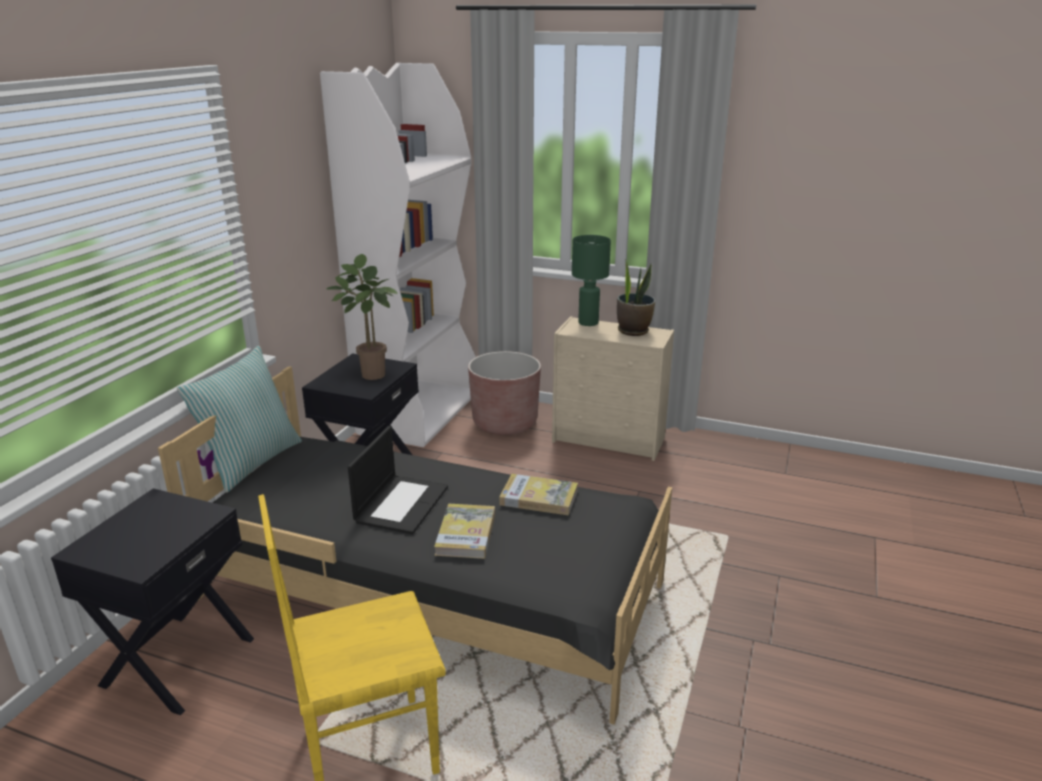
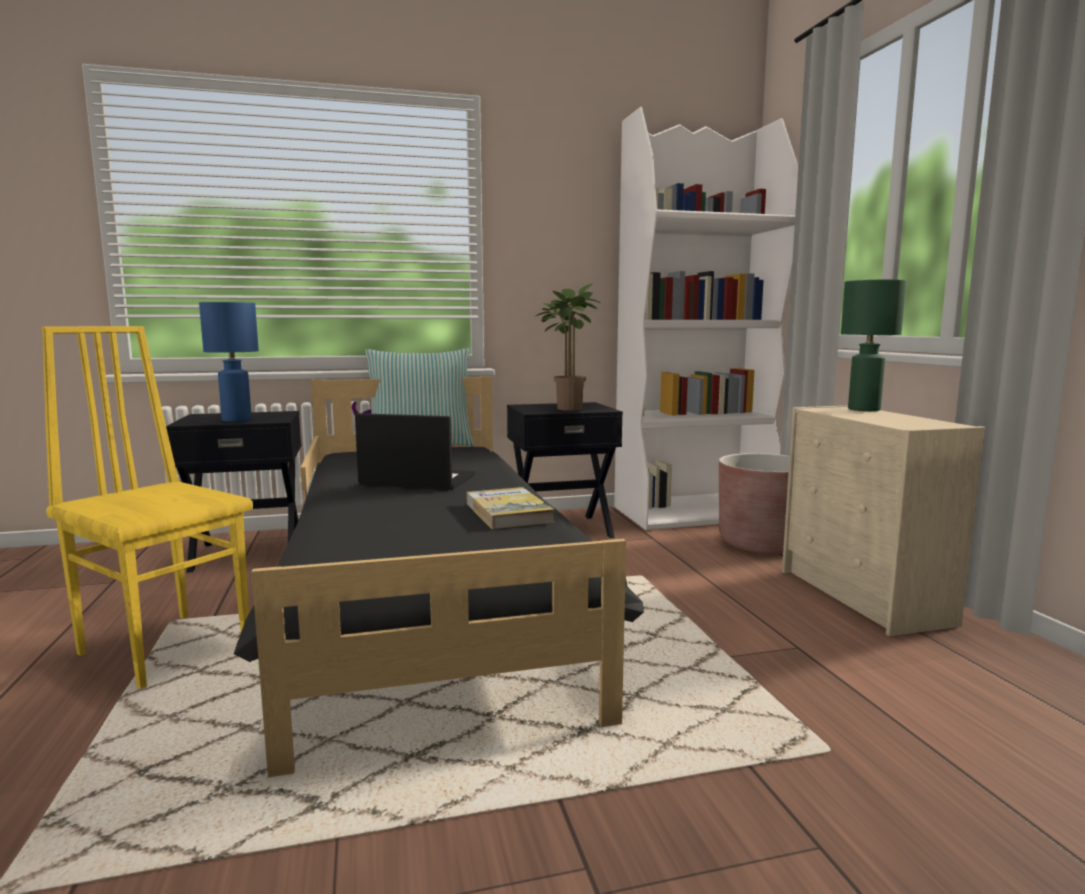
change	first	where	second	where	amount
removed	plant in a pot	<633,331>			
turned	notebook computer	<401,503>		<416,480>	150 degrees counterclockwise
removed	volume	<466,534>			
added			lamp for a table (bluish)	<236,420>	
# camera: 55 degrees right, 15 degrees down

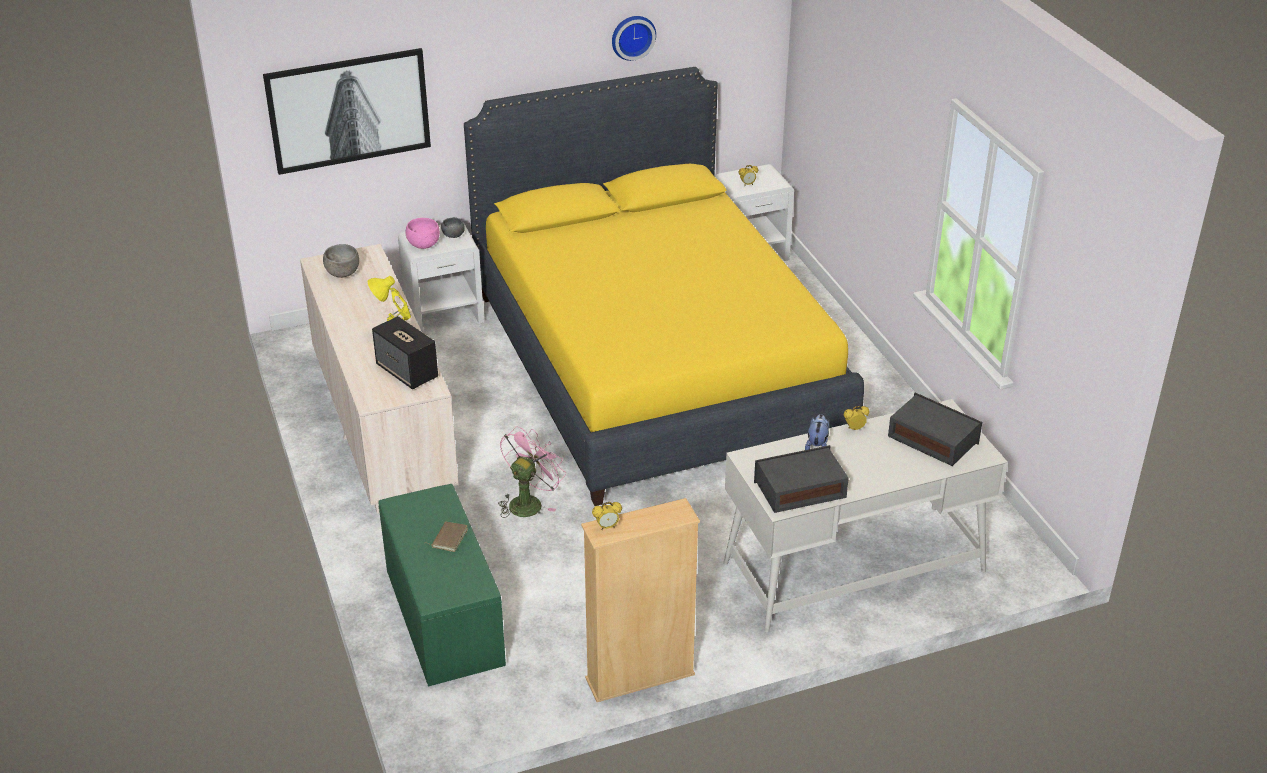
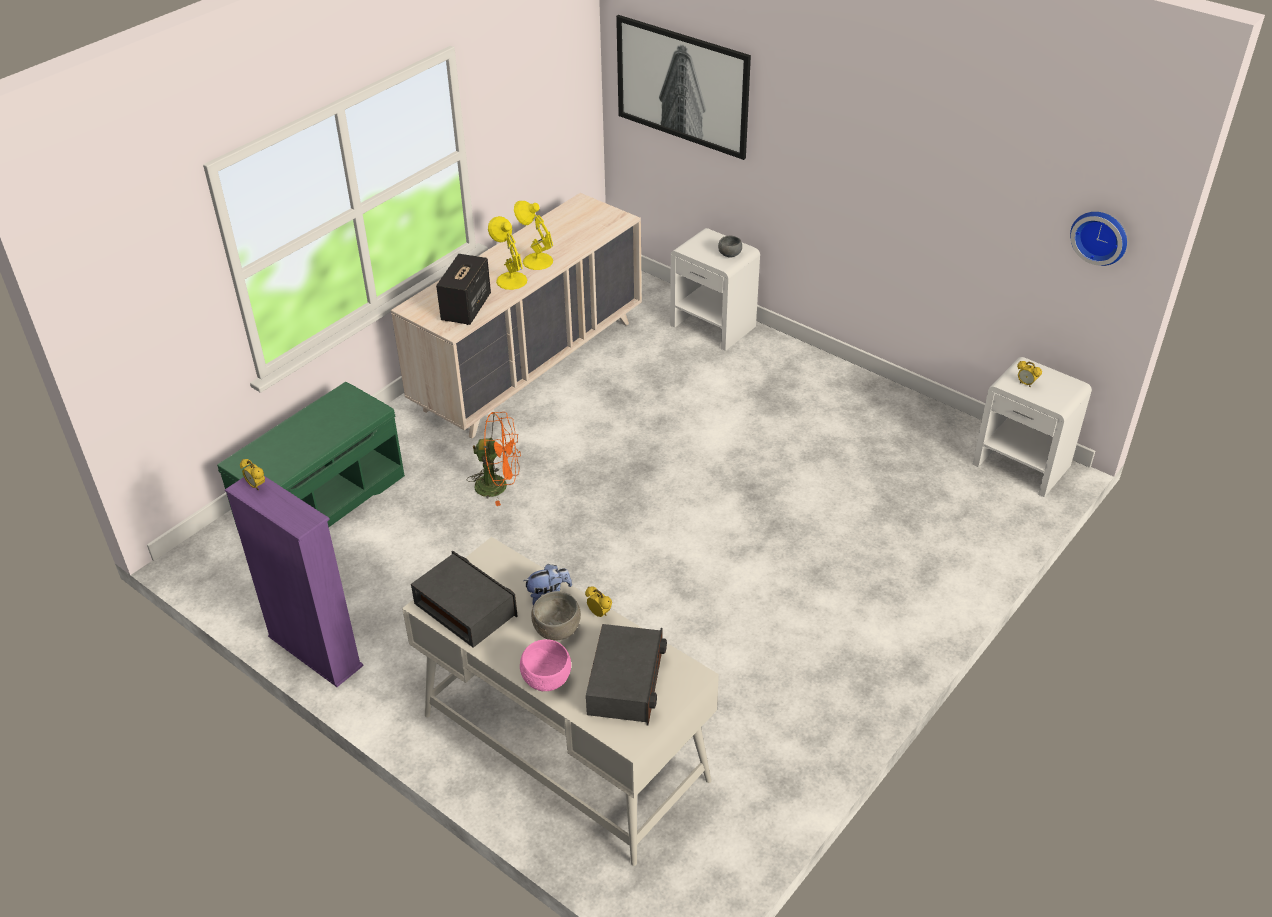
change	first	where	second	where	amount
moved	clock on the wall	<632,36>		<1100,236>	
removed	bed (yellow)	<655,365>			
moved	bowl (pink-coloured)	<423,245>		<546,680>	
moved	bowl (grey)	<342,273>		<556,630>	
recoloured	fan (pink-coloured)	<529,502>	fan (orange-coloured)	<498,486>	
recoloured	shelving unit (beige)	<640,677>	shelving unit (purple-coloured)	<315,651>	
removed	volume (brown)	<448,538>			
added			lamp for a table (yellow)	<536,261>	
# camera: 60 degrees right, 5 degrees up

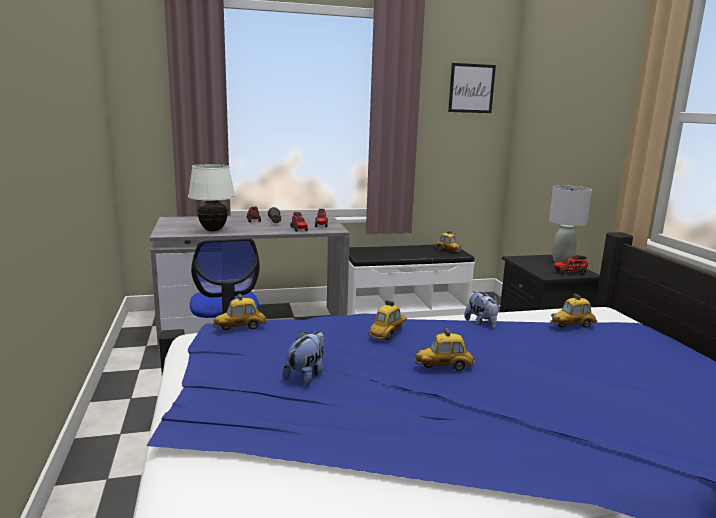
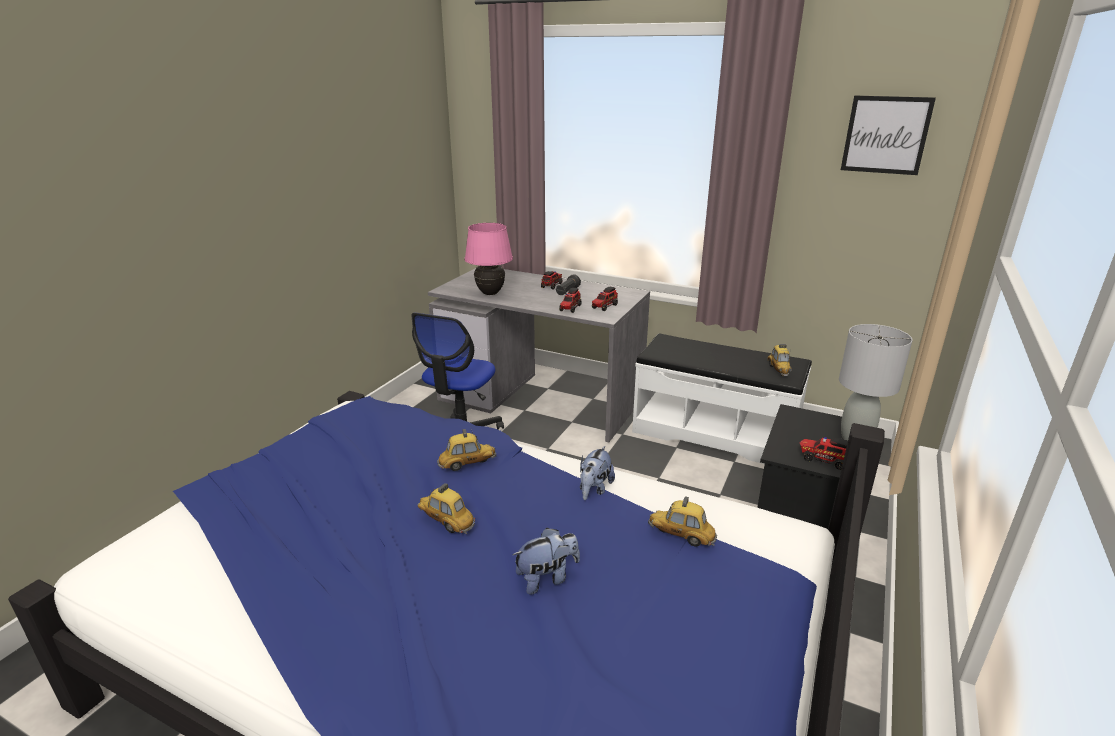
change	first	where	second	where	amount
recoloured	lamp for a table (white-coloured)	<213,230>	lamp for a table (pink-coloured)	<490,293>	
removed	toy car	<240,327>			
moved	soft toy	<306,375>		<547,578>	
# camera: 40 degrees right, 10 degrees up

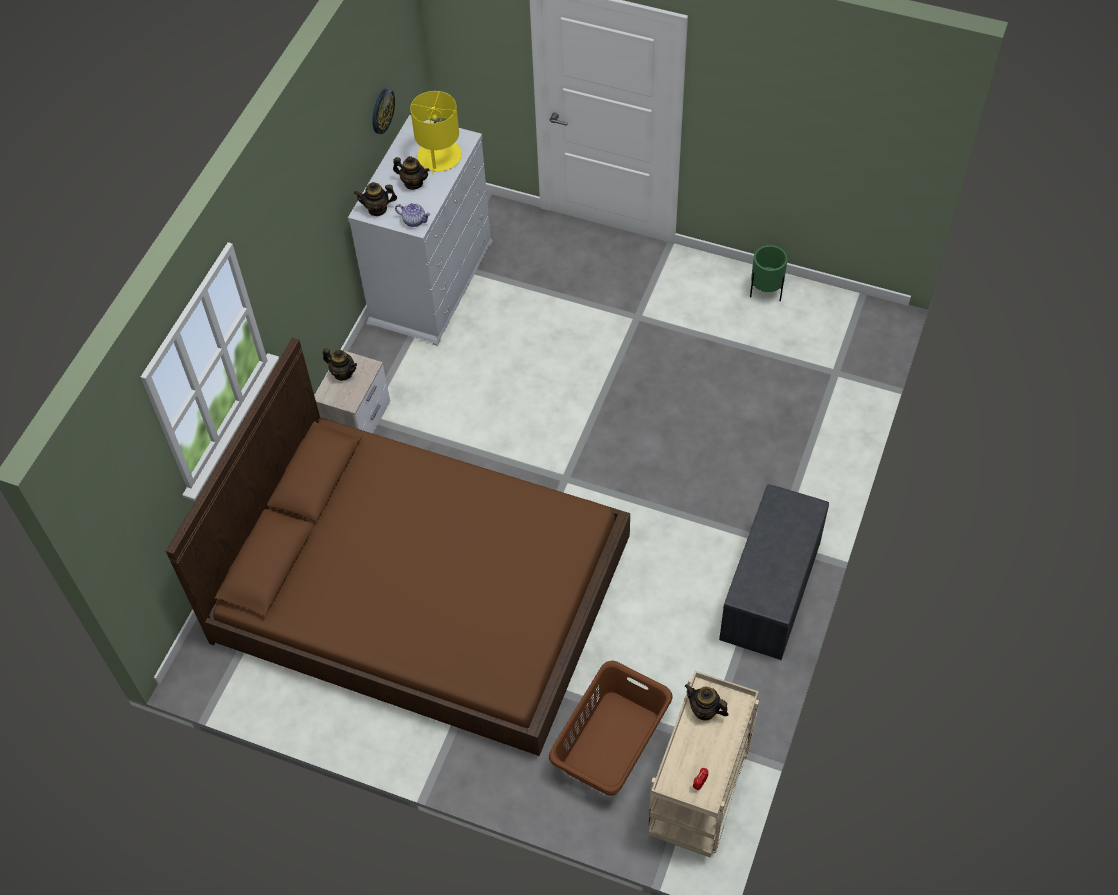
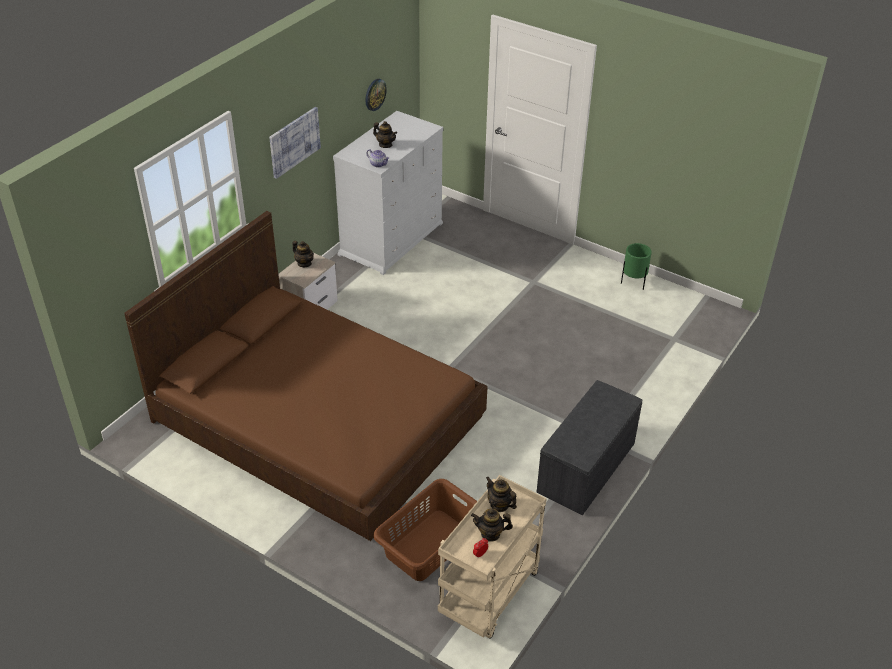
change	first	where	second	where	amount
removed	lamp for a table (yellow)	<439,156>			
moved	teapot	<377,209>		<490,534>	
added			wall picture	<294,142>	
# camera: 10 degrees right, 15 degrees down

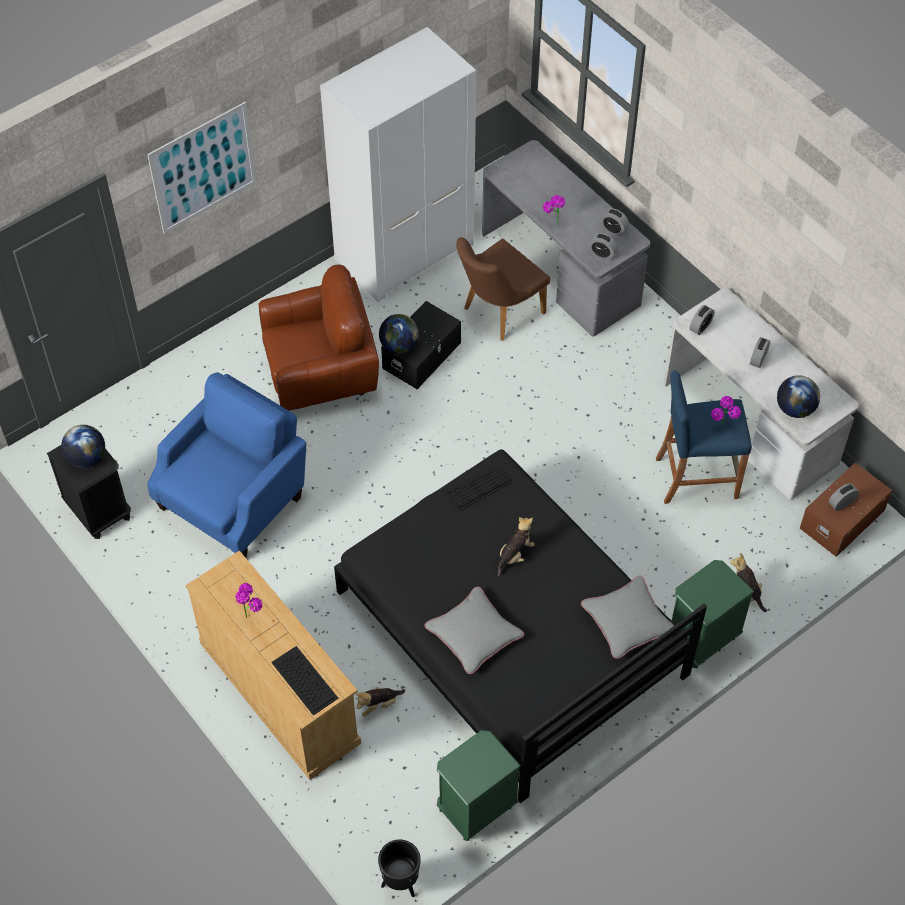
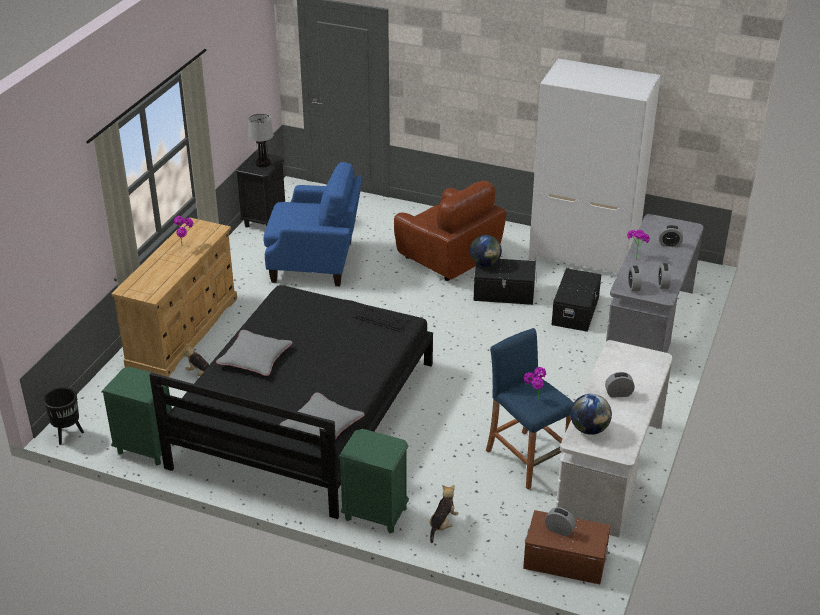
change	first	where	second	where	amount
removed	wall picture	<203,168>			
replaced	plain chair (brown)	<497,313>	storage bin (blackish)	<576,311>	
moved	alarm clock	<700,327>		<669,244>	
replaced	globe	<86,458>	lamp for a table	<262,163>	
removed	soft toy	<515,554>			
removed	PC keyboard	<304,680>			
# camera: 60 degrees right, 20 degrees down

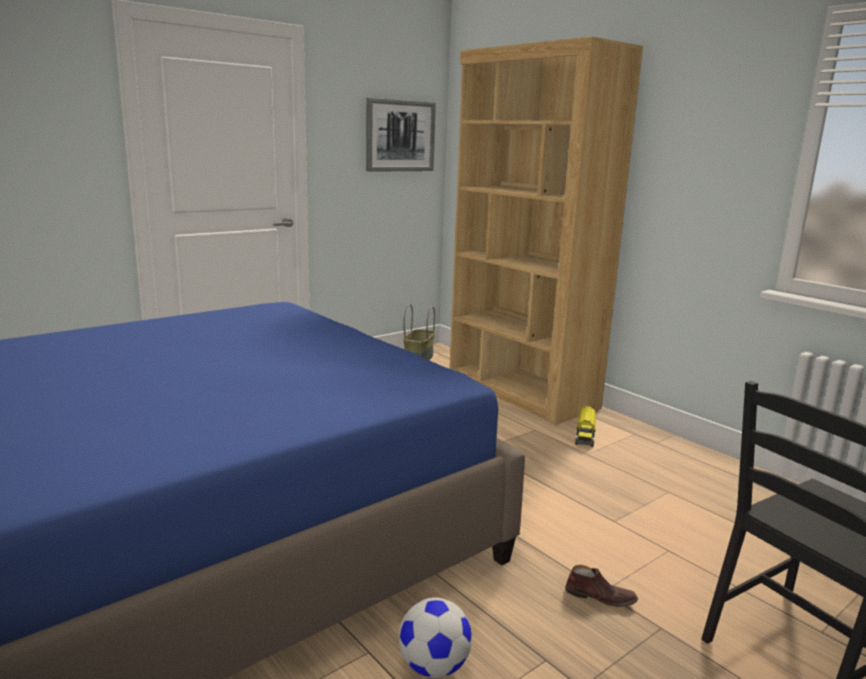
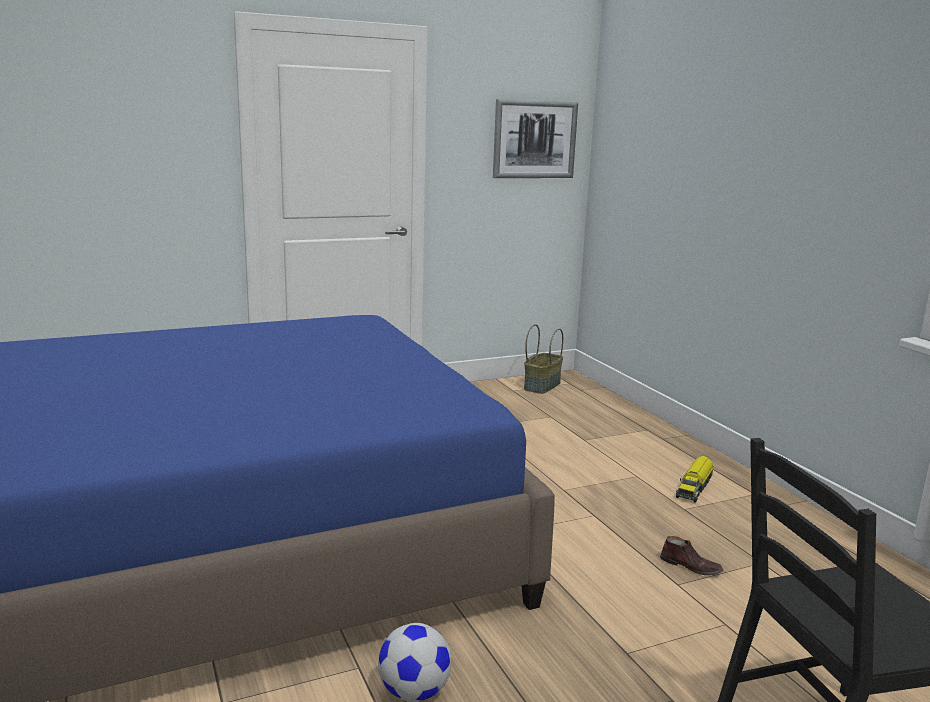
change	first	where	second	where	amount
removed	shelving unit (brown)	<520,392>			
moved	shoe (brown)	<600,597>		<690,566>	
# camera: 15 degrees right, 0 degrees up

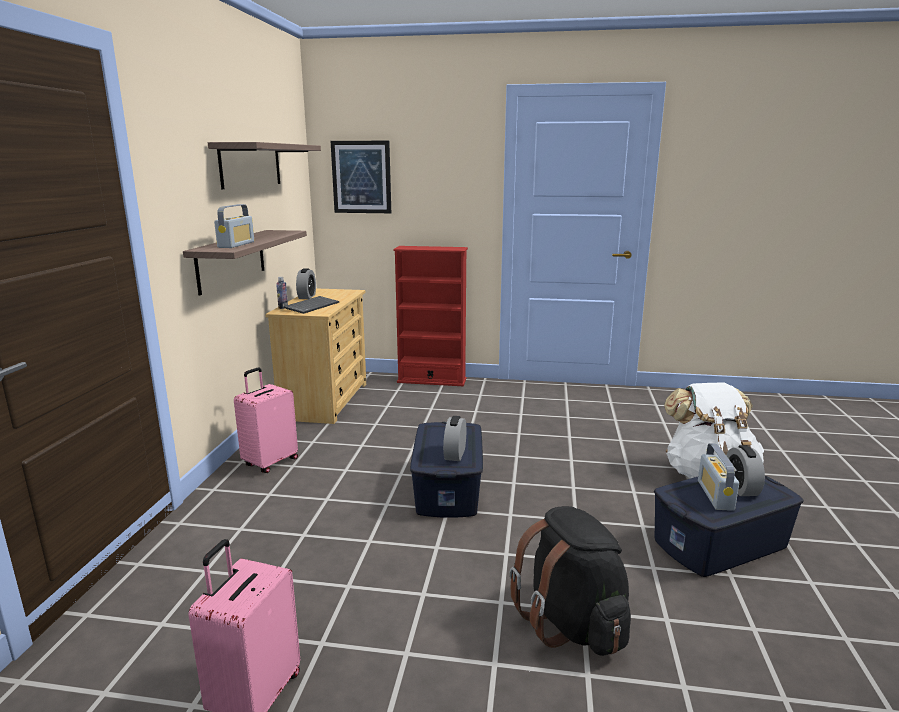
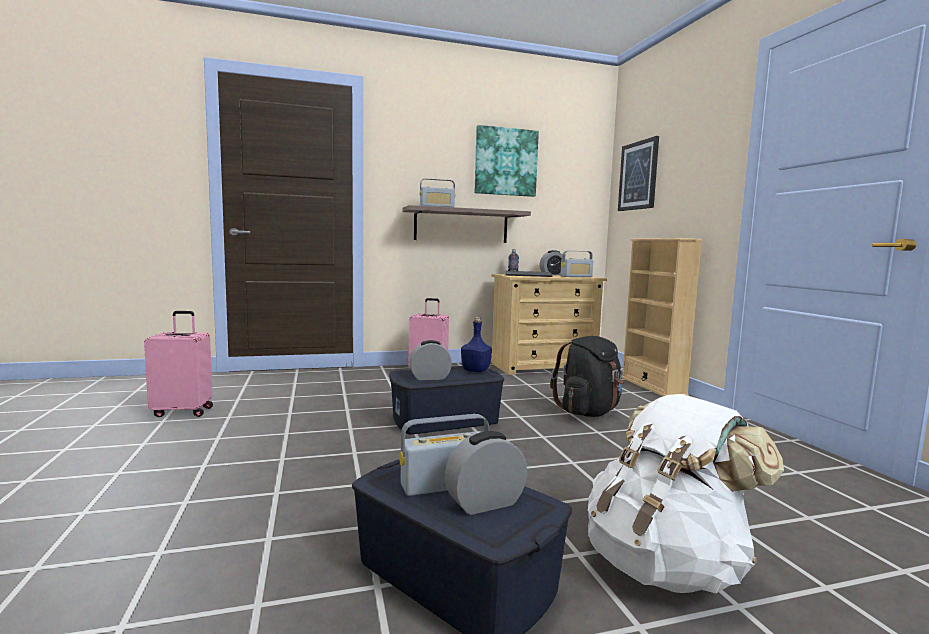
change	first	where	second	where	amount
replaced	shelf	<251,165>	wall picture	<505,162>	
recoloured	shelving unit (reddish)	<432,380>	shelving unit (beige)	<652,386>	
moved	knapsack (blackish)	<572,623>		<588,412>	
added			radio set	<576,276>	
added			beverage bottle (bluish)	<475,370>	
# camera: 65 degrees right, 10 degrees down

